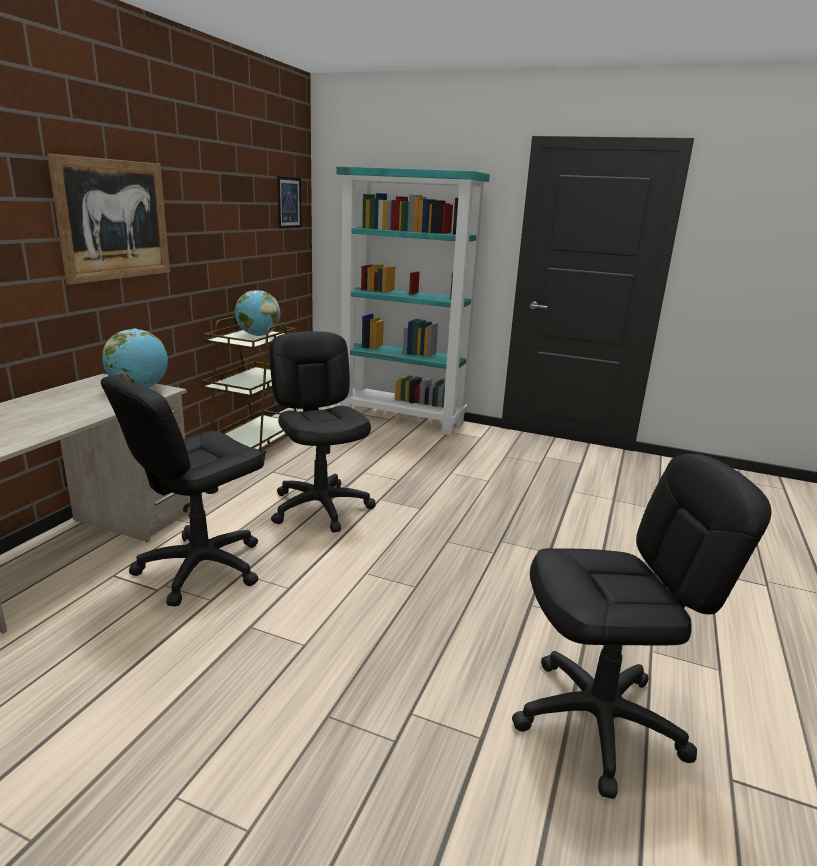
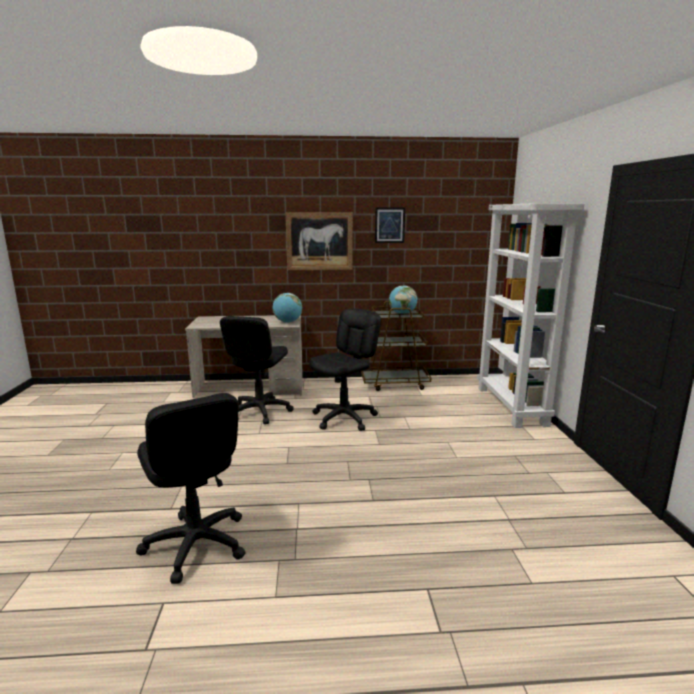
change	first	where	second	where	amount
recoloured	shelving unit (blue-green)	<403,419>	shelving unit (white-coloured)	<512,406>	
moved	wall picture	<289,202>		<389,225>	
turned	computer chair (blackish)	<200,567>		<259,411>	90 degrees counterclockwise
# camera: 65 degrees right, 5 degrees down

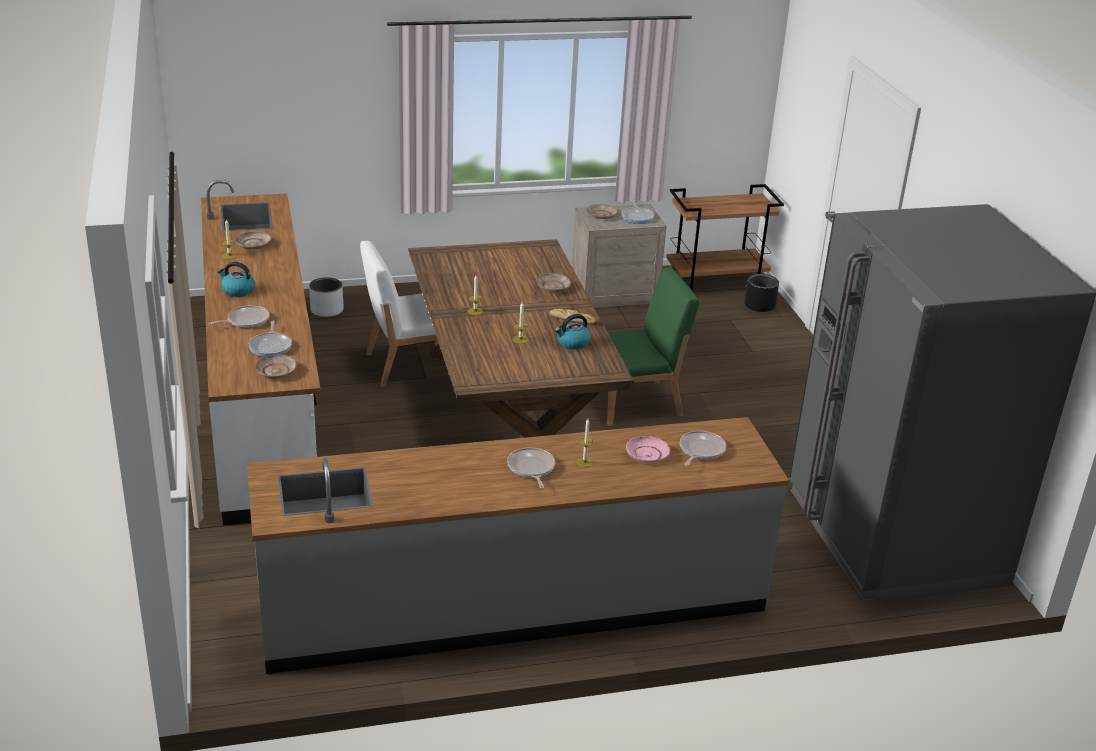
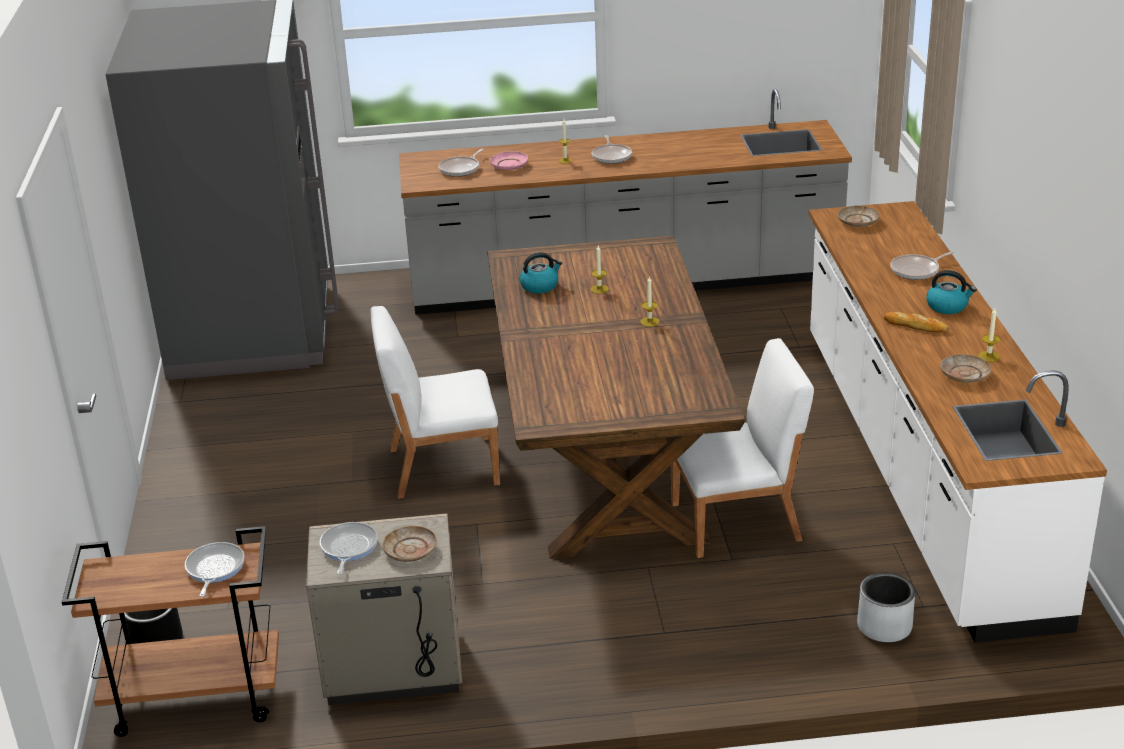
change	first	where	second	where	amount
recoloured	plain chair (greenish)	<635,402>	plain chair (white-coloured)	<442,466>	
removed	flat dish (beige)	<553,287>			
moved	bakery bread	<573,319>		<915,326>	
moved	skillet	<271,346>		<214,569>	
# camera: 170 degrees left, 0 degrees up

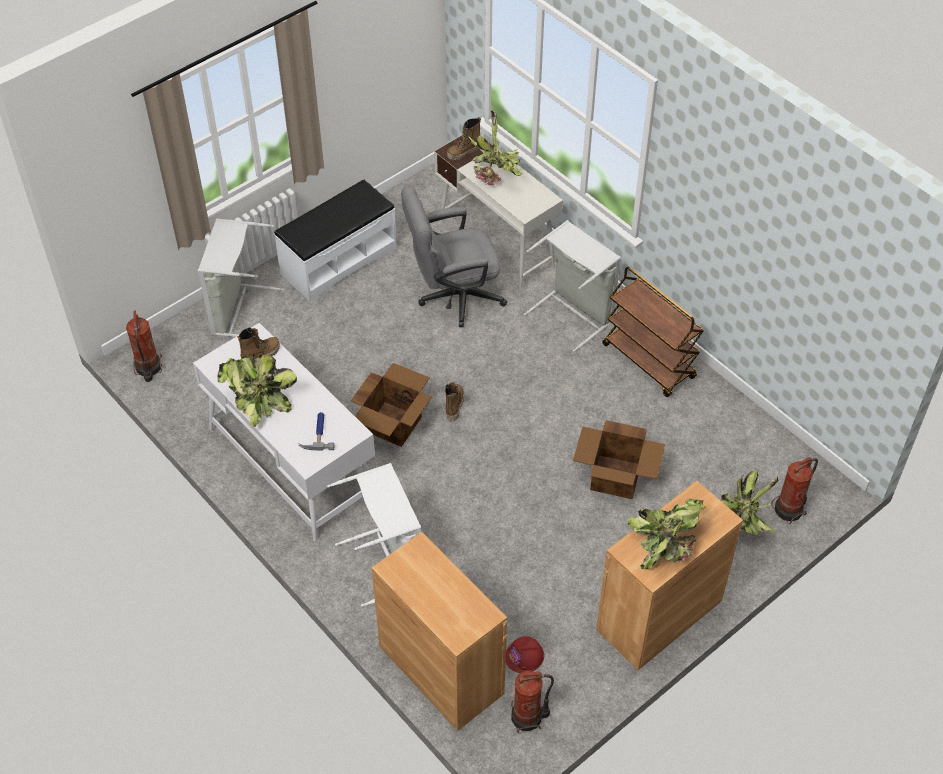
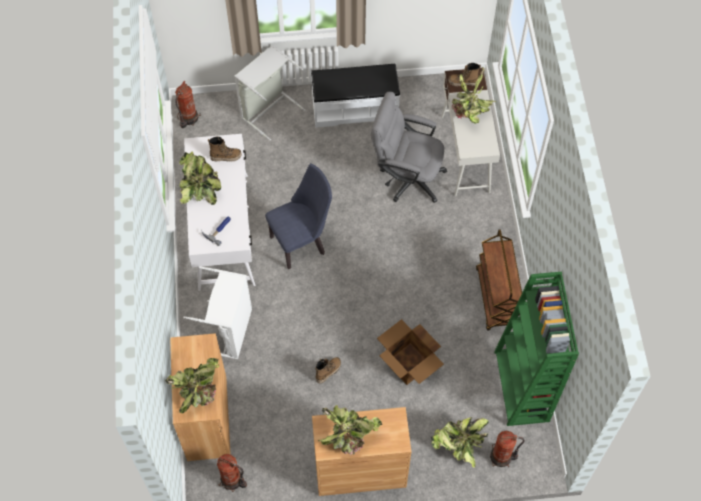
change	first	where	second	where	amount
removed	laundry basket (grey)	<574,314>			
replaced	cardboard box	<393,423>	plain chair (bluish)	<301,242>	
moved	high-top boot	<454,405>		<328,371>	
removed	safety helmet (reddish)	<524,656>			
added			shelving unit (greenish)	<522,387>	
added			plant in a pot	<197,392>	
# camera: 35 degrees right, 10 degrees up

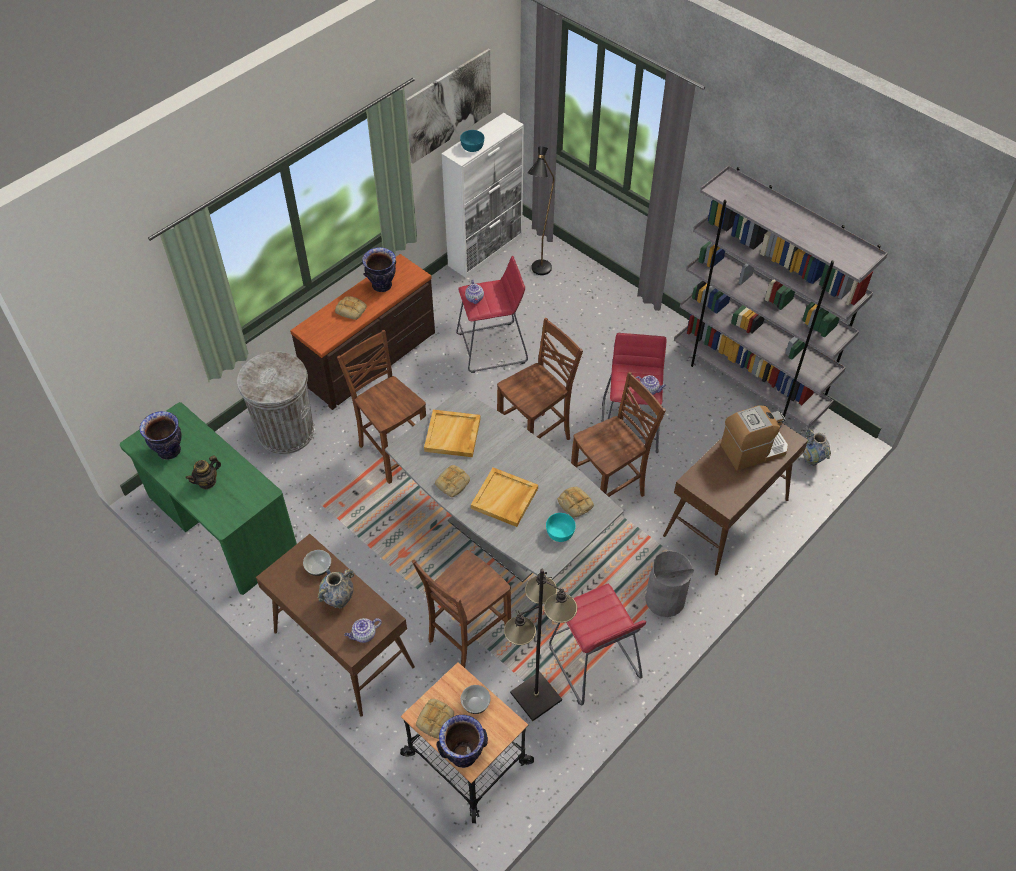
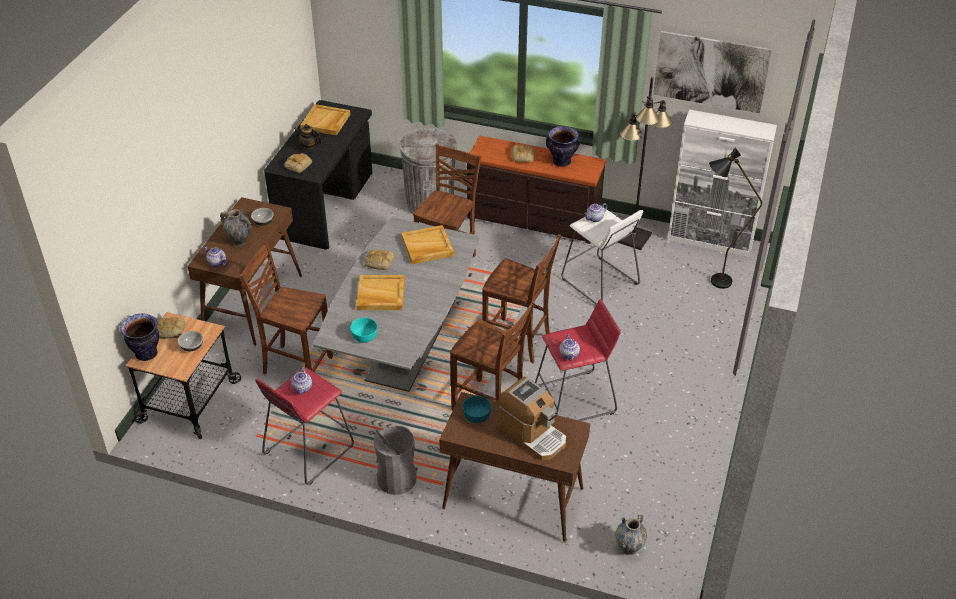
change	first	where	second	where	amount
moved	bowl (blue-green)	<472,147>		<476,415>	
removed	shelving unit (grey)	<749,382>			
recoloured	sitting stool (reddish)	<492,348>	sitting stool (white-coloured)	<600,282>	
recoloured	desk unit (greenish)	<220,526>	desk unit (blackish)	<326,205>	
replaced	flower vase	<169,451>	serving tray (beige)	<326,122>	
moved	bakery bread	<574,503>		<298,165>	
moved	standing lamp (blackish)	<535,697>		<632,238>	
added			teapot	<302,388>	
# camera: 65 degrees right, 10 degrees down

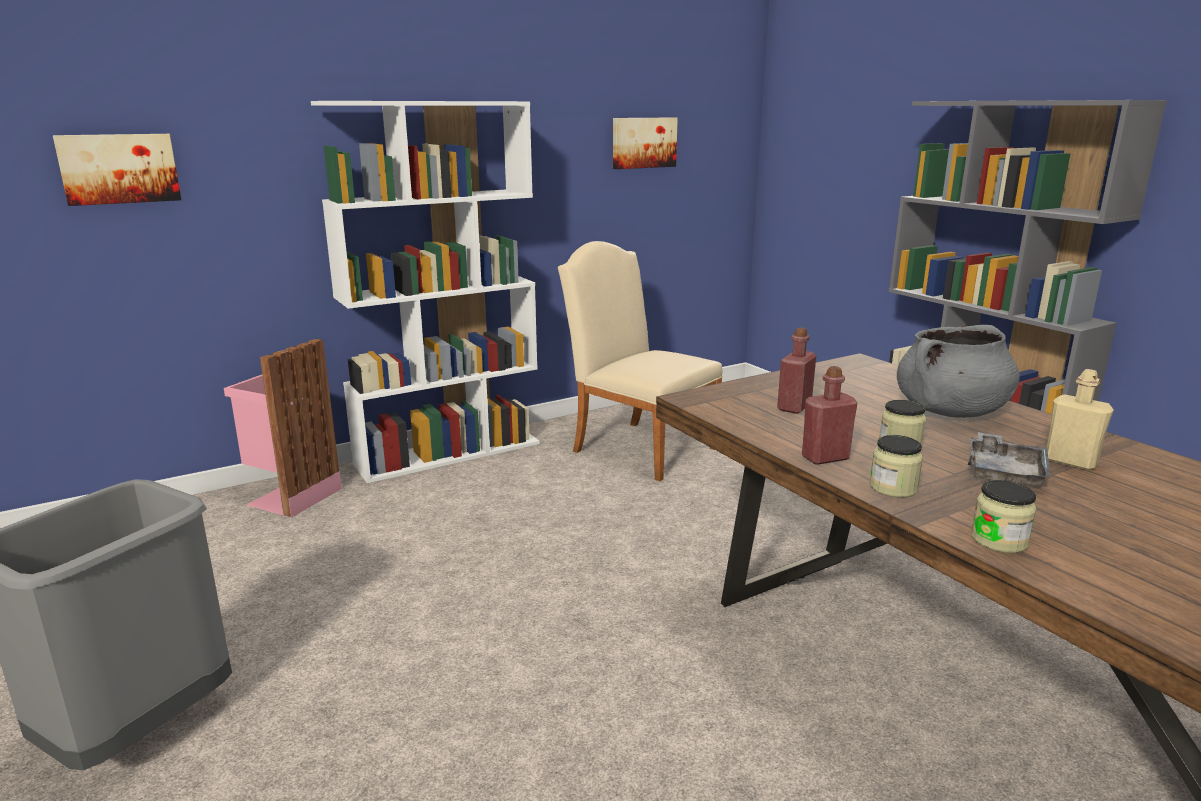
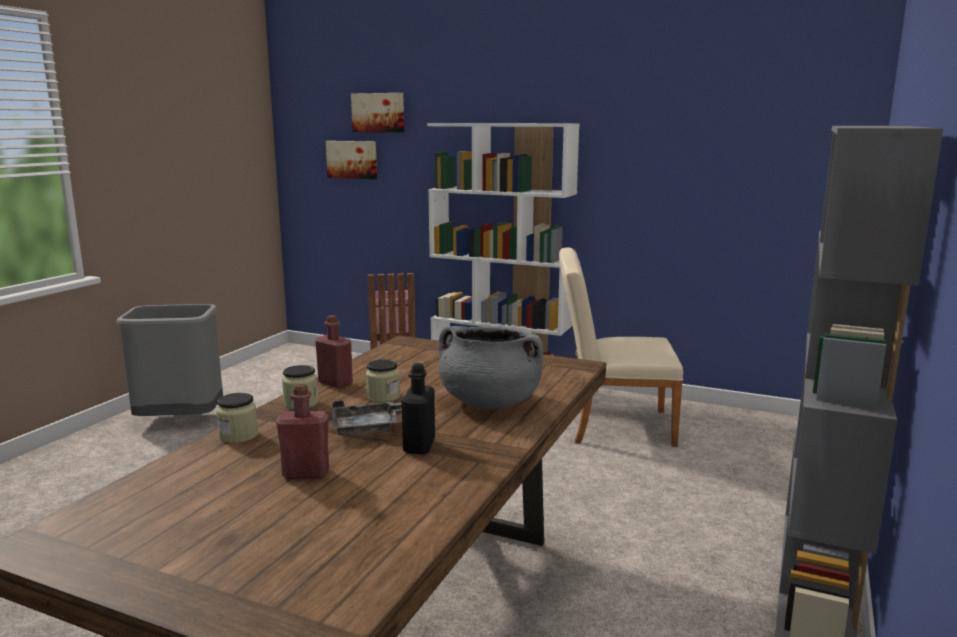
change	first	where	second	where	amount
moved	wall picture	<643,142>		<378,112>	
turned	plain chair (beige)	<637,447>		<612,425>	90 degrees counterclockwise
moved	beverage bottle (reddish)	<794,407>		<306,473>	
recoloured	beverage bottle (beige)	<1070,462>	beverage bottle (blackish)	<419,446>	
# camera: 55 degrees right, 5 degrees down

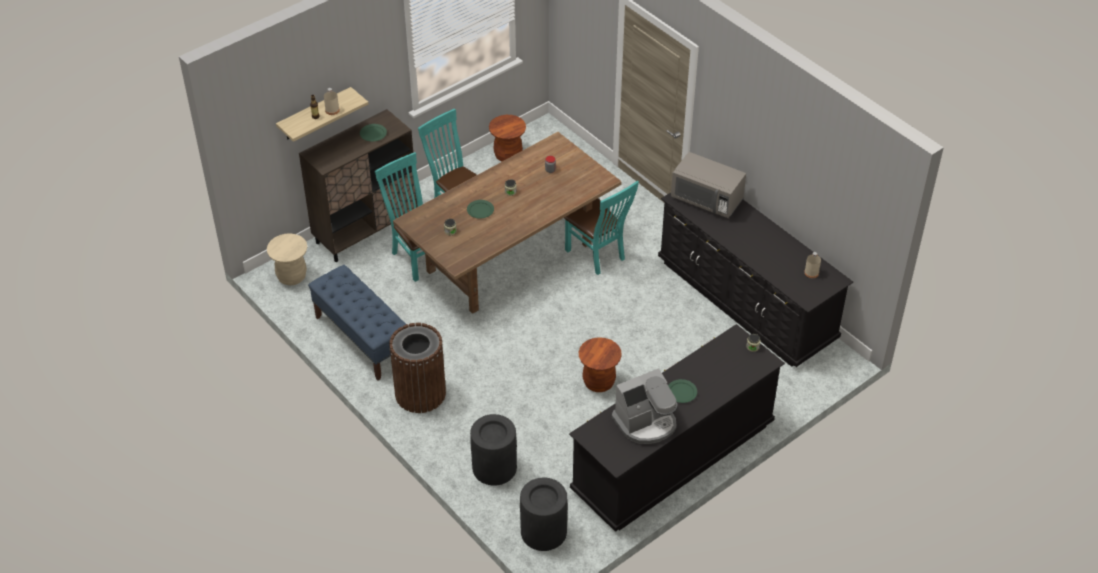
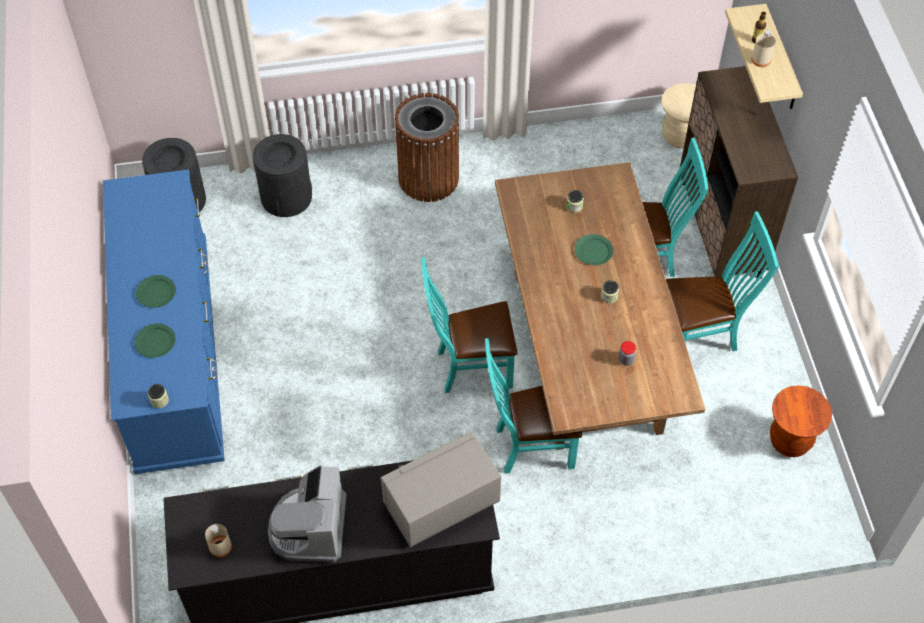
change	first	where	second	where	amount
moved	flat dish (greenish)	<373,133>		<155,341>	
removed	long seat (bluish)	<362,338>			
recoloured	dresser (blackish)	<673,457>	dresser (bluish)	<174,354>	
removed	sitting stool (brown)	<598,382>			
moved	coffee maker	<646,423>		<309,528>	
added			plain chair (blue-green)	<469,367>	
# camera: 120 degrees right, 10 degrees up

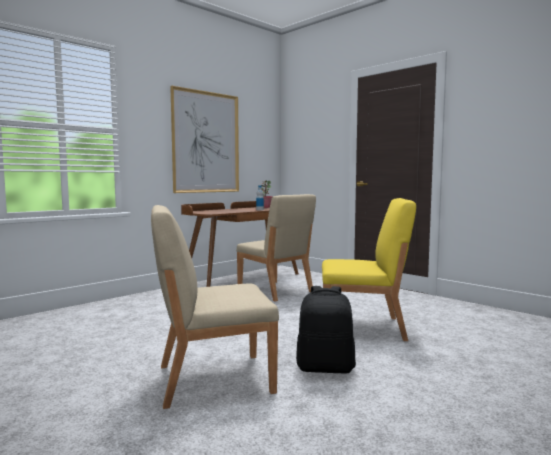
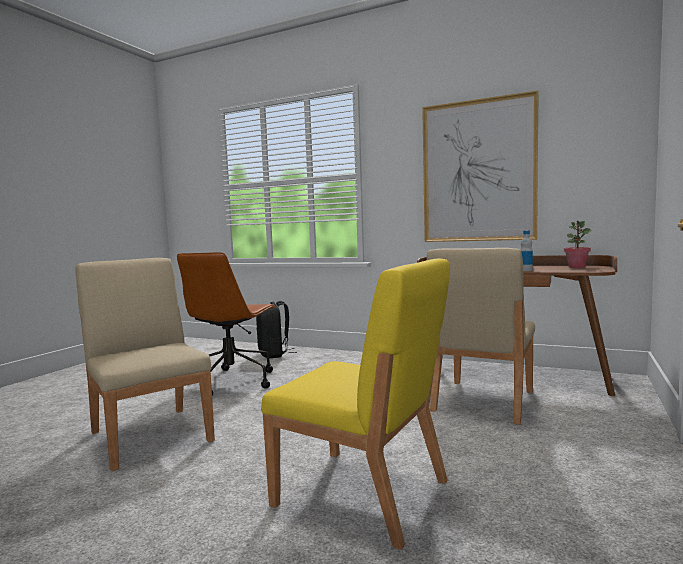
change	first	where	second	where	amount
turned	plain chair (yellow)	<363,328>		<363,494>	45 degrees counterclockwise
moved	knapsack (blackish)	<325,367>		<274,354>	
added			computer chair (brown)	<231,381>	
# camera: 70 degrees right, 0 degrees up

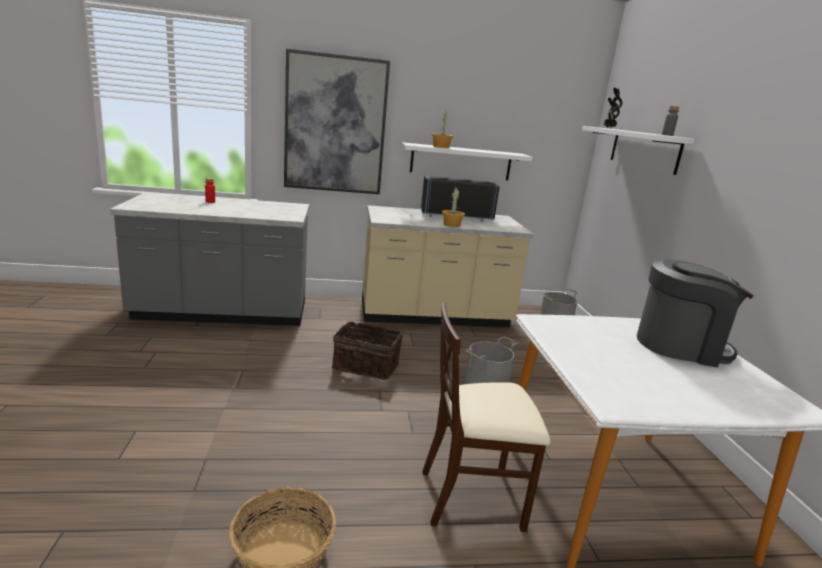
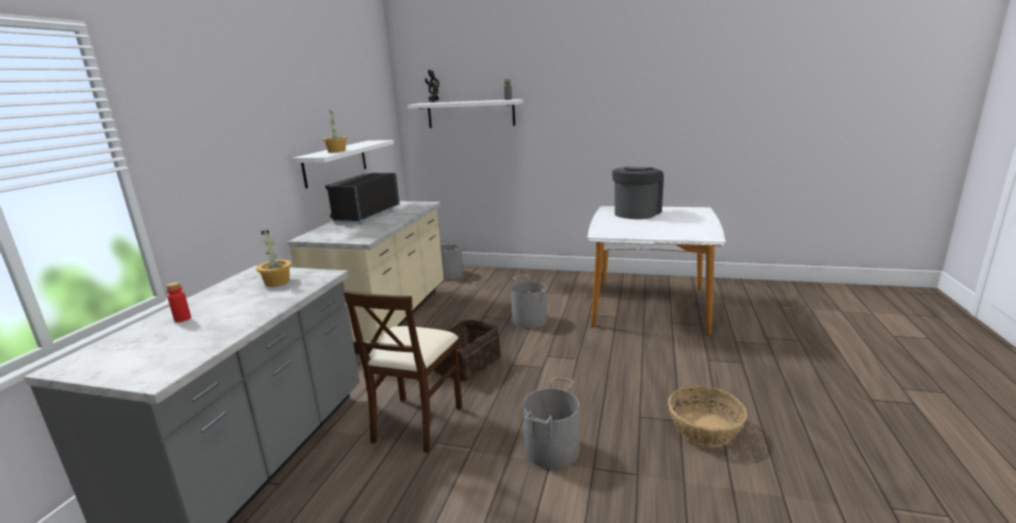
change	first	where	second	where	amount
removed	wall picture	<335,125>			
moved	plant in a pot	<451,225>		<277,282>	
moved	plain chair (beige)	<472,497>		<416,422>	
added			bucket (grey)	<551,449>	
# camera: 65 degrees left, 0 degrees up

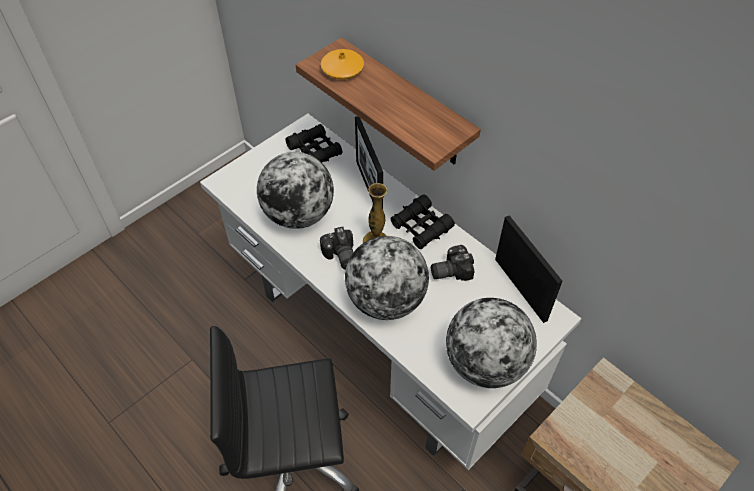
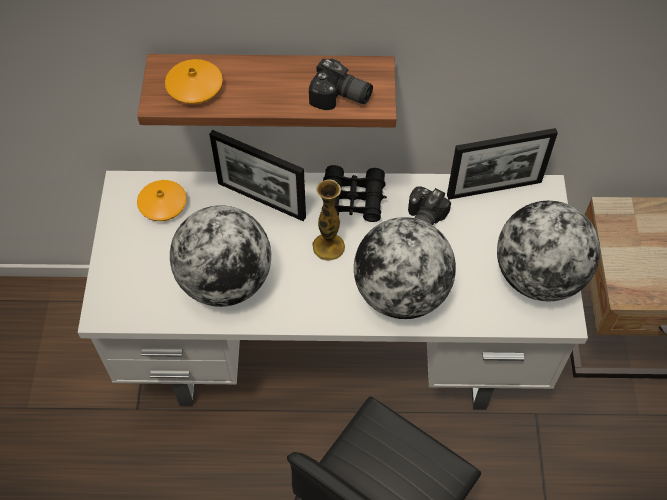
change	first	where	second	where	amount
replaced	binoculars (blackish)	<314,151>	flower vase (orange-coloured)	<163,205>	
turned	picture frame	<520,289>		<494,189>	150 degrees clockwise
moved	still camera	<340,256>		<340,98>	
# camera: 45 degrees left, 5 degrees up

